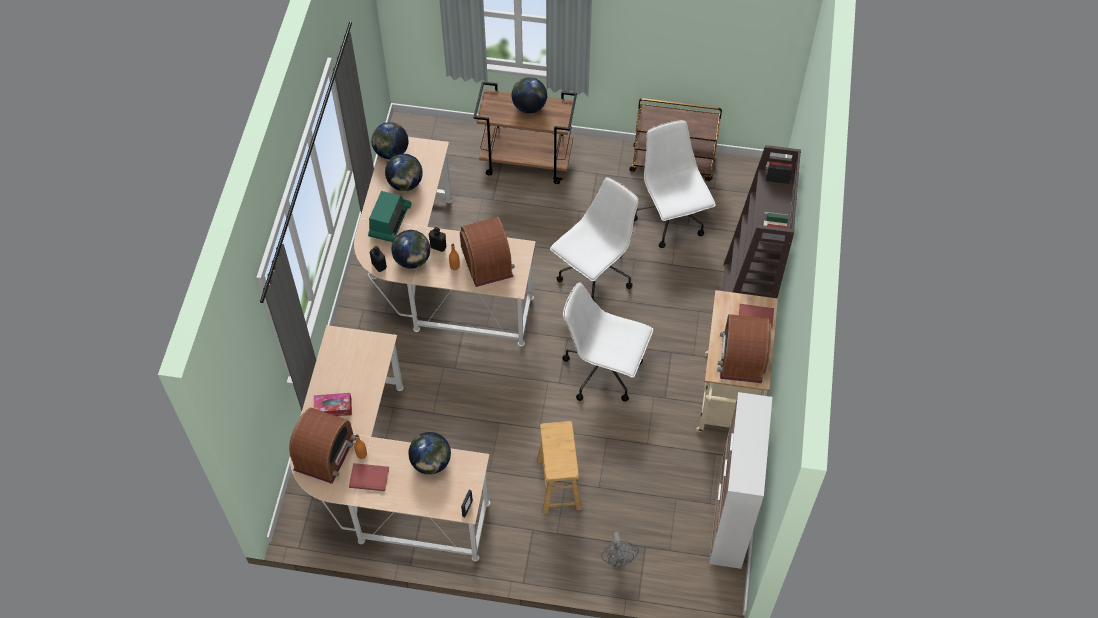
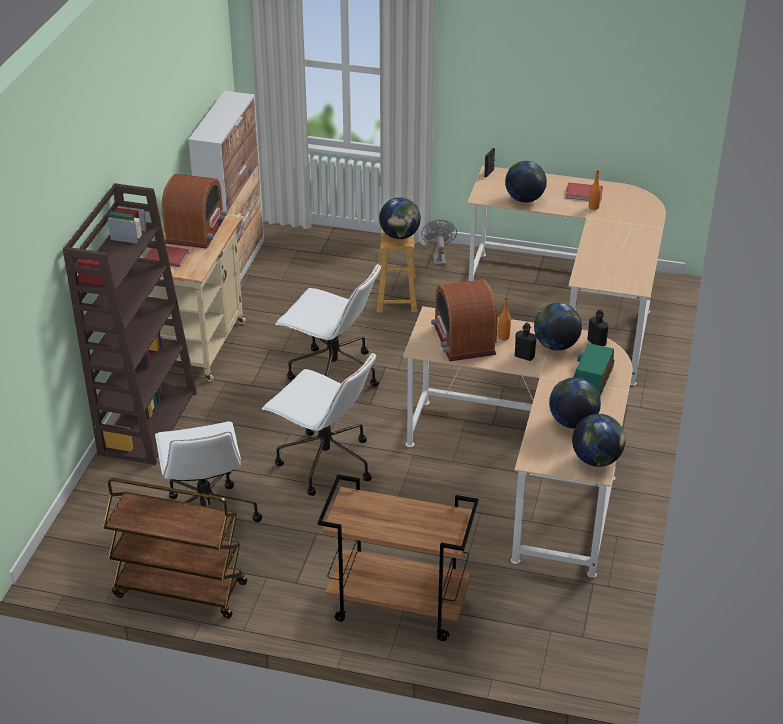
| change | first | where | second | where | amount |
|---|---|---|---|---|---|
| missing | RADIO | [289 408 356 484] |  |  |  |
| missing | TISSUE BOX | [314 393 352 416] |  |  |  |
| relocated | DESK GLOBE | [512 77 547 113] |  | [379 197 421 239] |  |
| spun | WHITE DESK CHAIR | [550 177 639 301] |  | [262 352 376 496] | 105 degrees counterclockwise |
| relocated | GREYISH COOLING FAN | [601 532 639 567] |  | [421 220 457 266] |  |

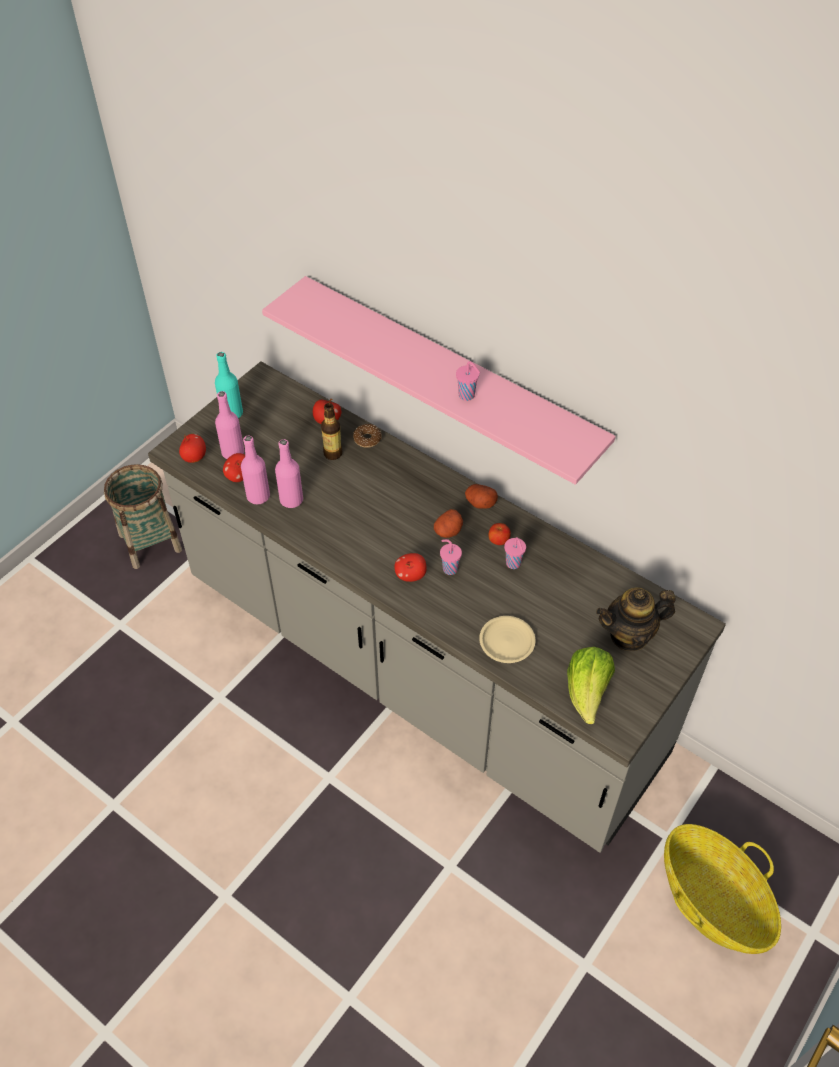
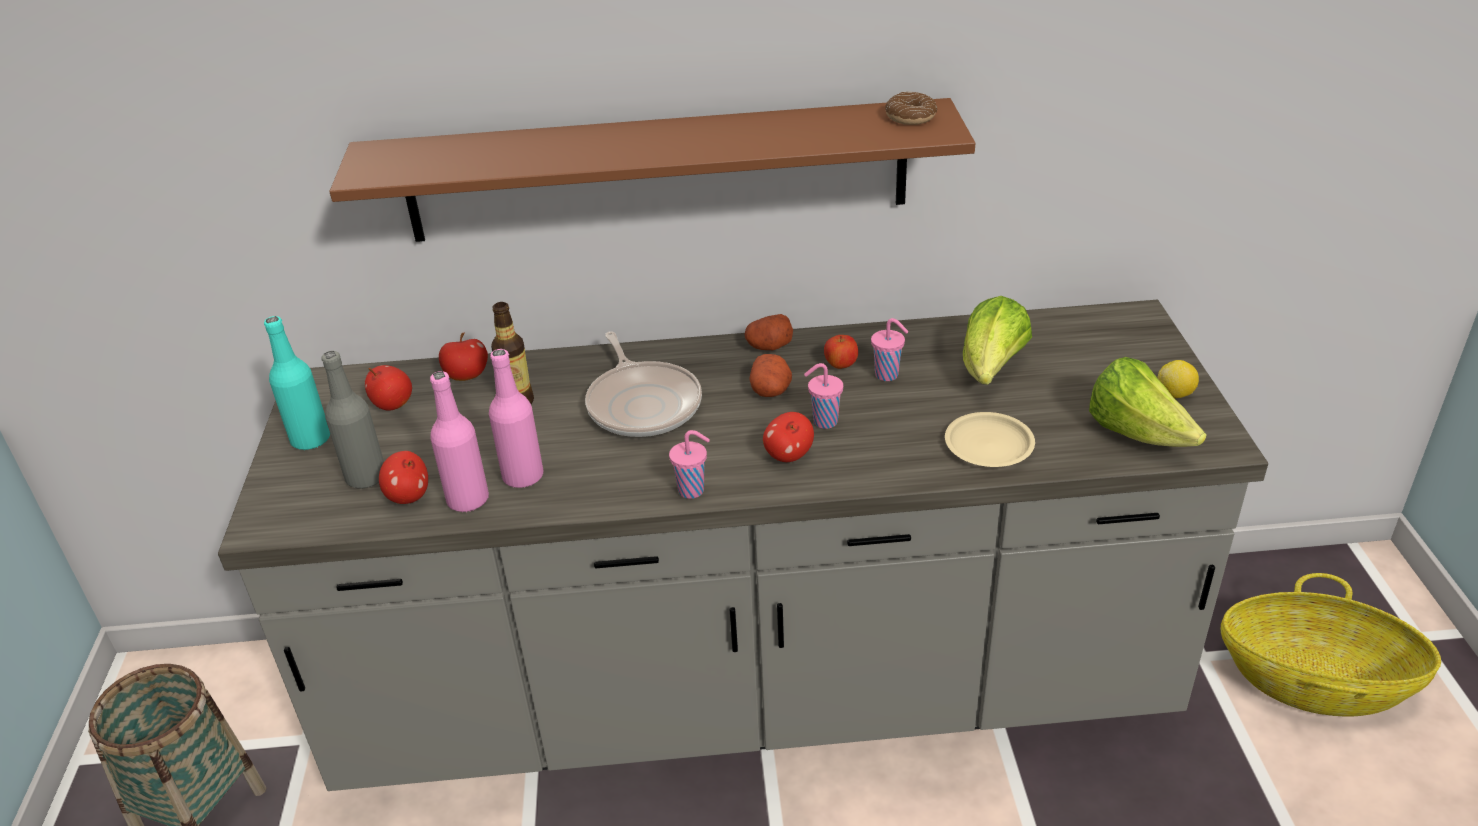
| change | first | where | second | where | amount |
|---|---|---|---|---|---|
| relocated | APPLE FRUIT | [179 434 206 463] |  | [365 365 412 410] |  |
| colour | PINK DRINK BOTTLE | [215 391 244 459] | GREYISH DRINK BOTTLE | [321 351 384 489] |  |
| colour | PINK SHELF | [262 276 616 485] | BROWN SHELF | [329 98 975 242] |  |
| relocated | RING DOUGHNUT | [353 424 381 448] |  | [885 92 937 125] |  |
| relocated | PINK SMALL CUP | [456 361 480 401] |  | [669 430 710 499] |  |
| missing | TEA POT | [596 587 675 651] |  |  |  |
| appeared |  |  | FRYING PAN | [585 331 702 437] |  |
| appeared |  |  | HEAD OF LETTUCE | [963 296 1032 385] |  |
| appeared |  |  | LEMON | [1158 360 1199 398] |  |

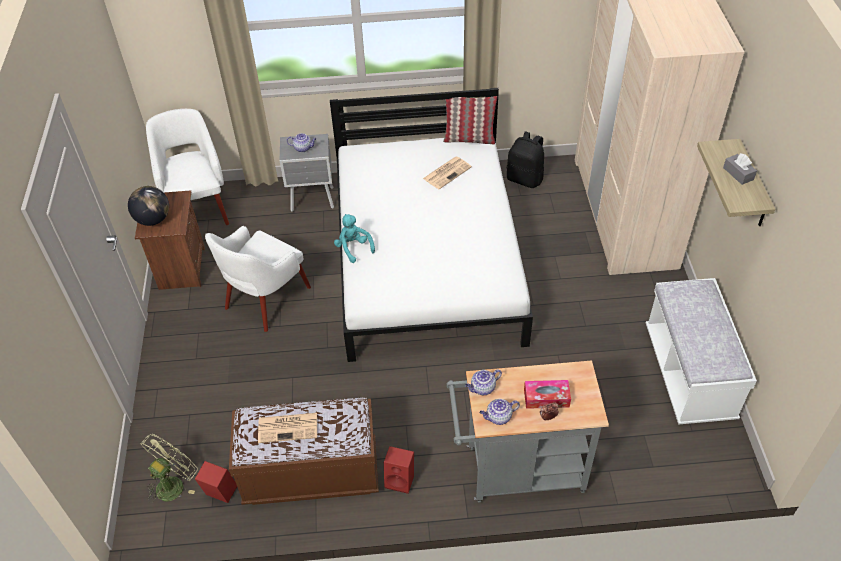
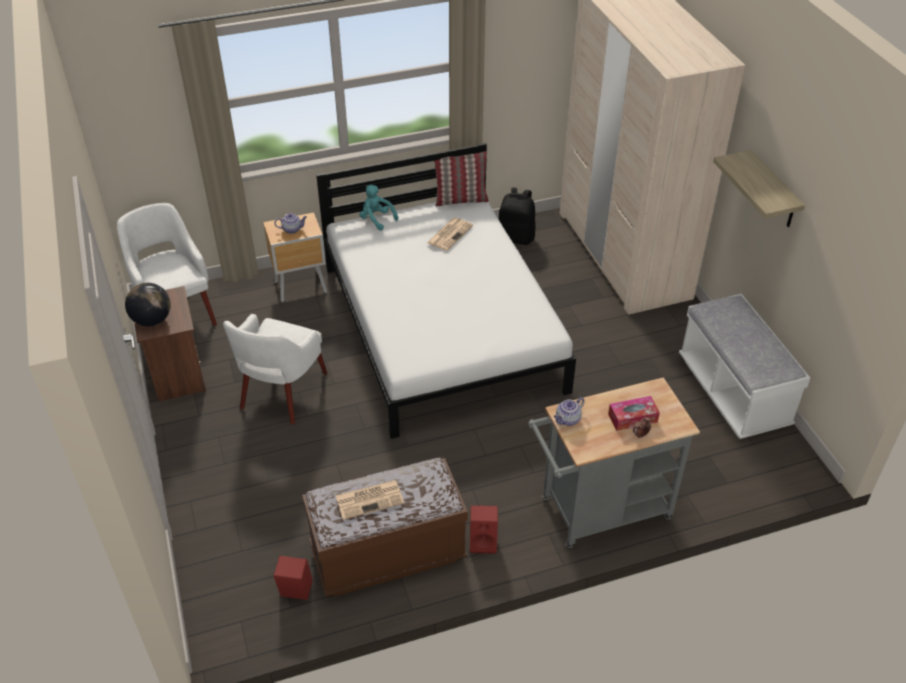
| change | first | where | second | where | amount |
|---|---|---|---|---|---|
| missing | GREEN-COLOURED COOLING FAN | [140 434 198 503] |  |  |  |
| colour | GREYISH NIGHT TABLE | [280 134 334 212] | BROWN NIGHT TABLE | [263 212 327 302] |  |
| relocated | BLUE-GREEN PLUSH TOY | [334 214 375 263] |  | [360 185 398 231] |  |
| missing | TEA POT | [480 399 520 425] |  |  |  |
| missing | GREYISH TISSUE BOX | [723 153 757 185] |  |  |  |

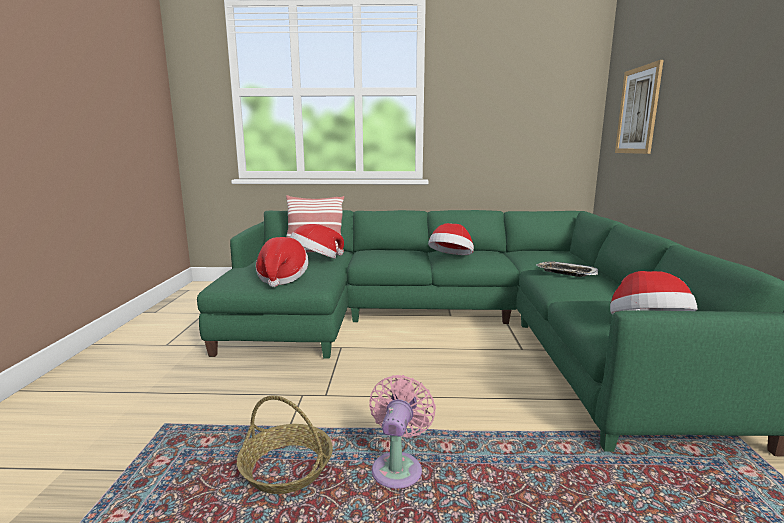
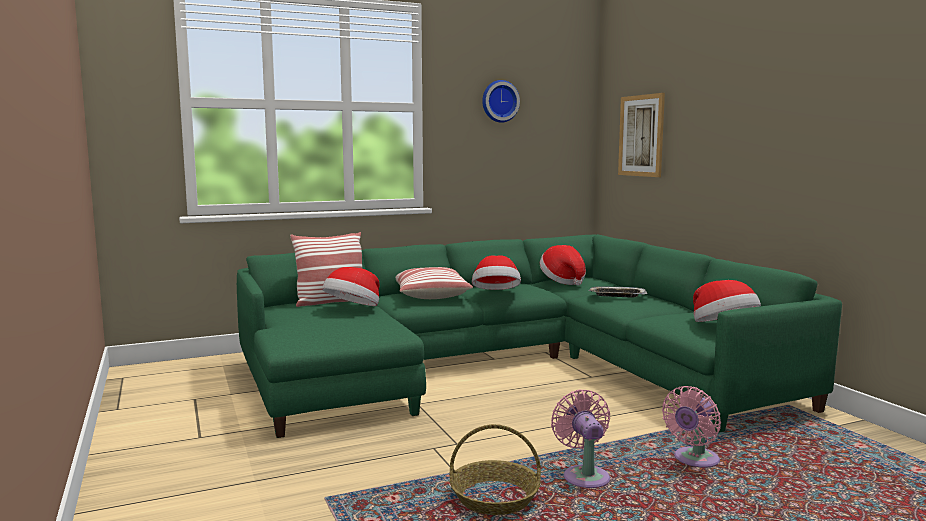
| change | first | where | second | where | amount |
|---|---|---|---|---|---|
| relocated | HAT | [256 237 309 287] |  | [540 245 586 286] |  |
| appeared |  |  | THROW PILLOW | [396 267 473 299] |  |
| appeared |  |  | CLOCK ON THE WALL | [482 80 520 123] |  |
| appeared |  |  | PINK COOLING FAN | [662 386 721 467] |  |

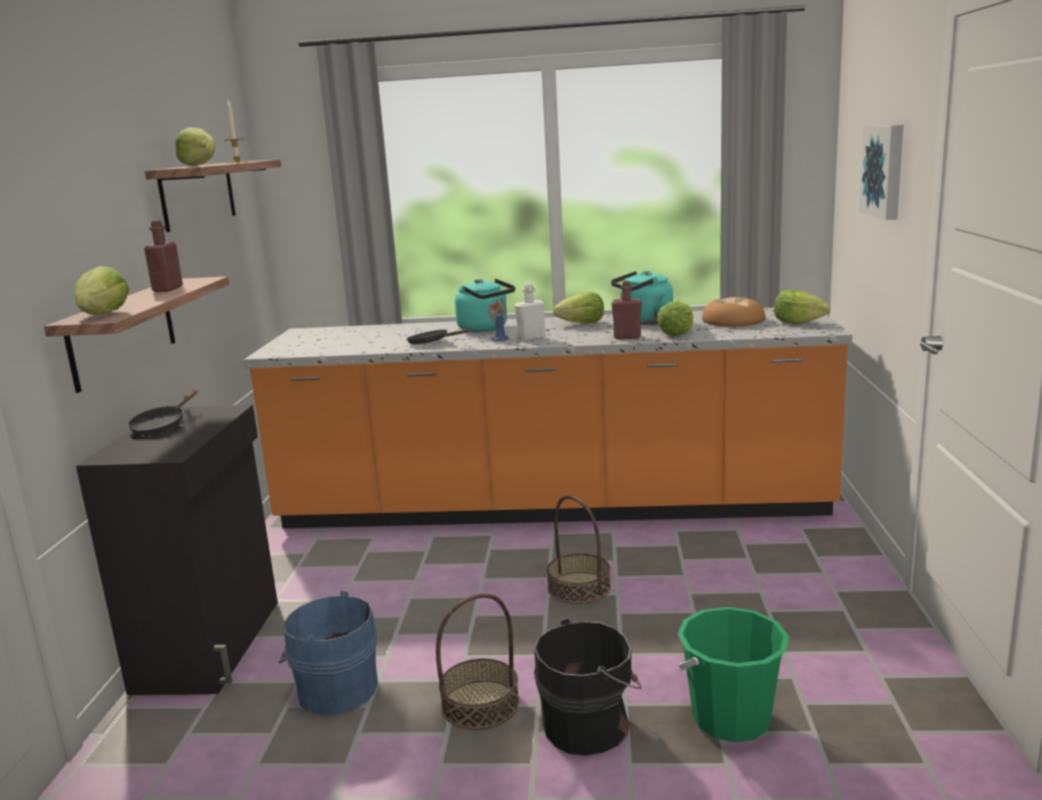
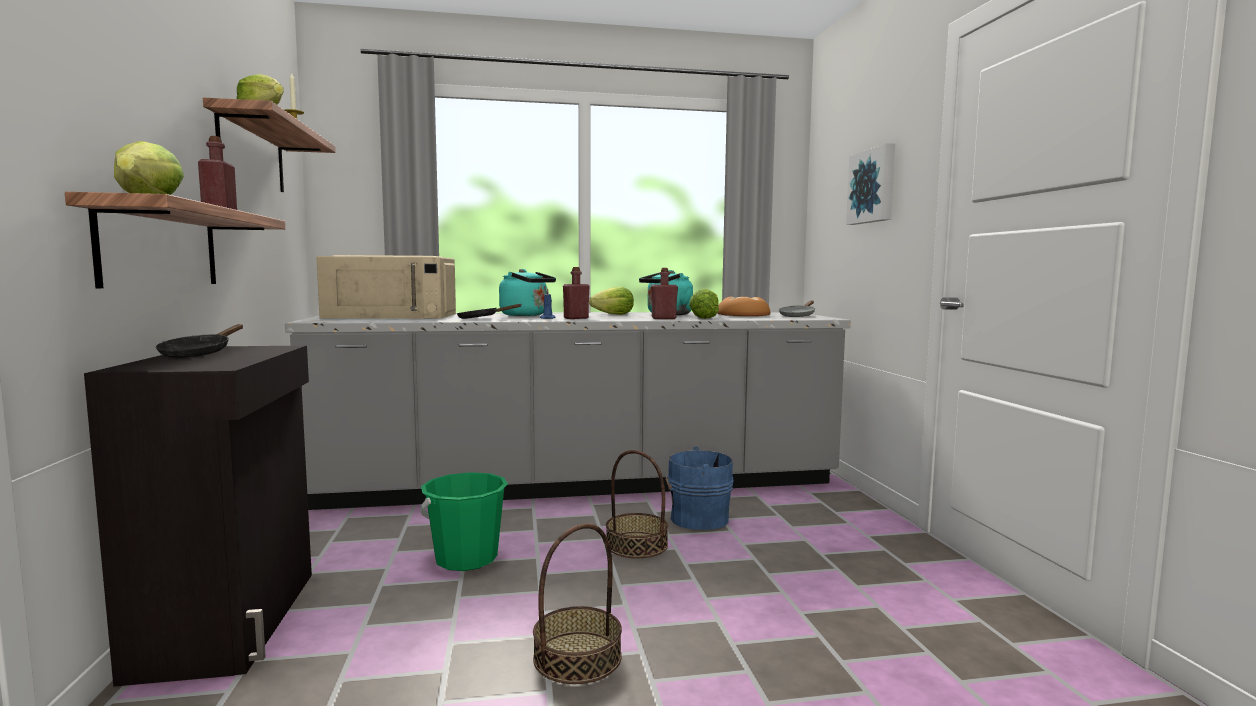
| change | first | where | second | where | amount |
|---|---|---|---|---|---|
| colour | ORANGEY KITCHEN COUNTER | [244 307 853 528] | GREYISH KITCHEN COUNTER | [285 312 851 510] |  |
| relocated | BLUE BUCKET | [279 591 378 714] |  | [665 447 734 530] |  |
| colour | WHITE DRINK BOTTLE | [515 283 545 341] | RED DRINK BOTTLE | [563 267 589 319] |  |
| missing | BLACK BUCKET | [534 619 642 756] |  |  |  |
| relocated | GREEN-COLOURED BUCKET | [678 607 789 742] |  | [420 472 508 571] |  |
| exchanged | HEAD OF LETTUCE | [774 290 831 324] | GREYISH FRYING PAN | [779 301 815 317] |  |
| appeared |  |  | BEIGE MICROWAVE OVEN | [316 255 456 319] |  |

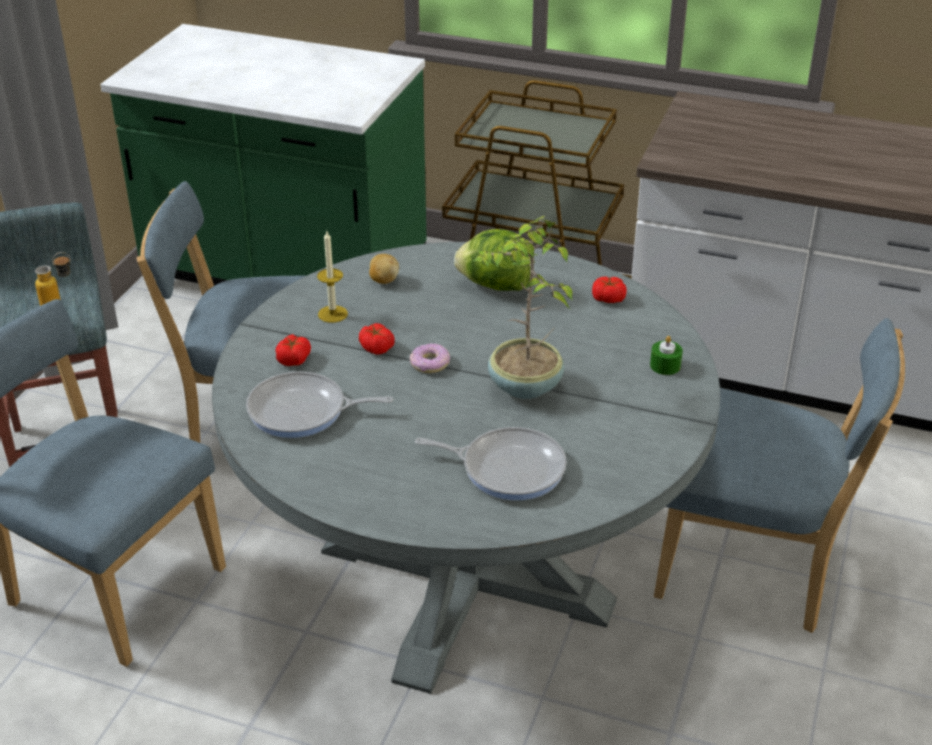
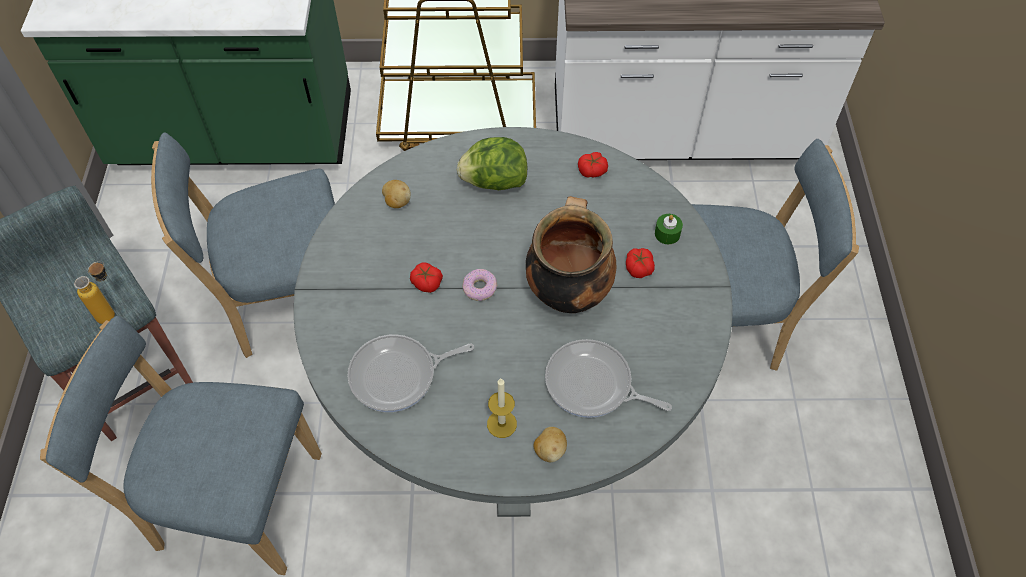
| change | first | where | second | where | amount |
|---|---|---|---|---|---|
| relocated | TOMATO | [276 334 311 366] |  | [626 248 655 278] |  |
| relocated | CANDLE | [317 231 348 323] |  | [487 379 517 438] |  |
| spun | FRYING PAN | [415 427 567 500] |  | [545 339 672 418] | 150 degrees counterclockwise |
| exchanged | PLANT IN A POT | [473 216 572 399] | STOCKPOT | [526 196 616 313] |  |
| appeared |  |  | SPUD | [534 427 567 462] |  |

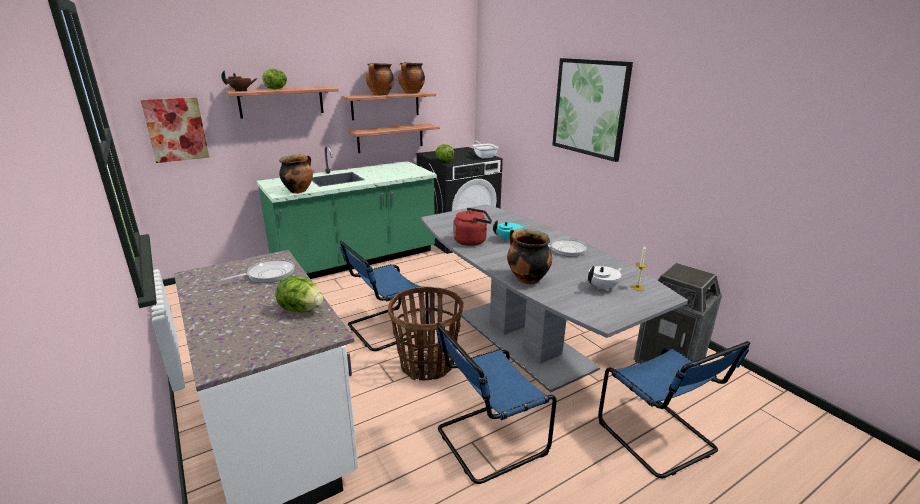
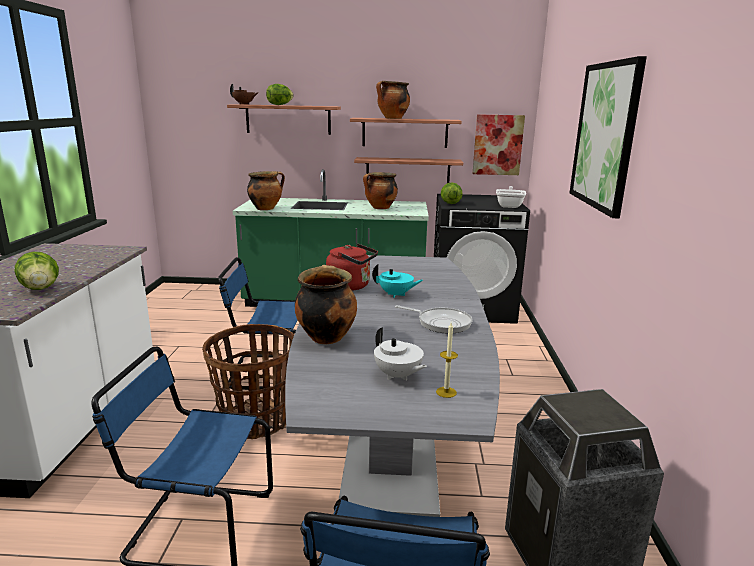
| change | first | where | second | where | amount |
|---|---|---|---|---|---|
| relocated | WALL ART | [141 97 209 163] |  | [473 114 525 175] |  |
| missing | FRYING PAN | [221 259 295 283] |  |  |  |
| relocated | STOCKPOT | [398 62 425 94] |  | [363 172 398 209] |  |
| spun | WHITE TEA POT | [588 266 623 291] |  | [374 327 427 381] | 45 degrees clockwise |

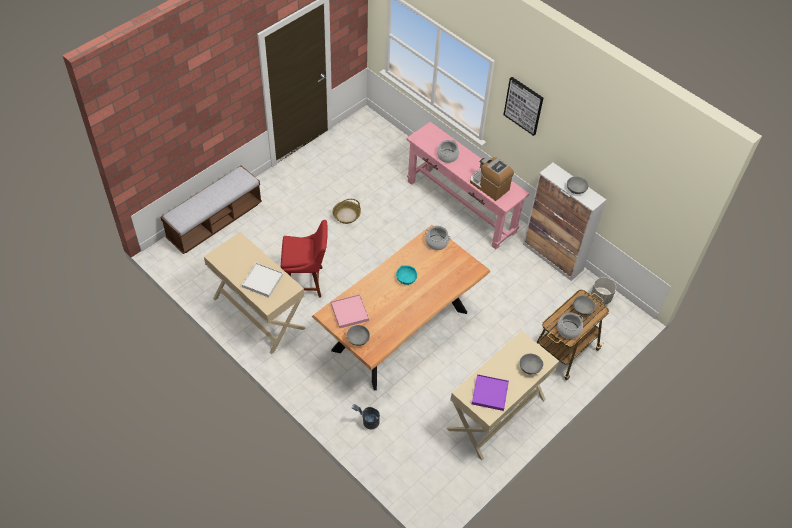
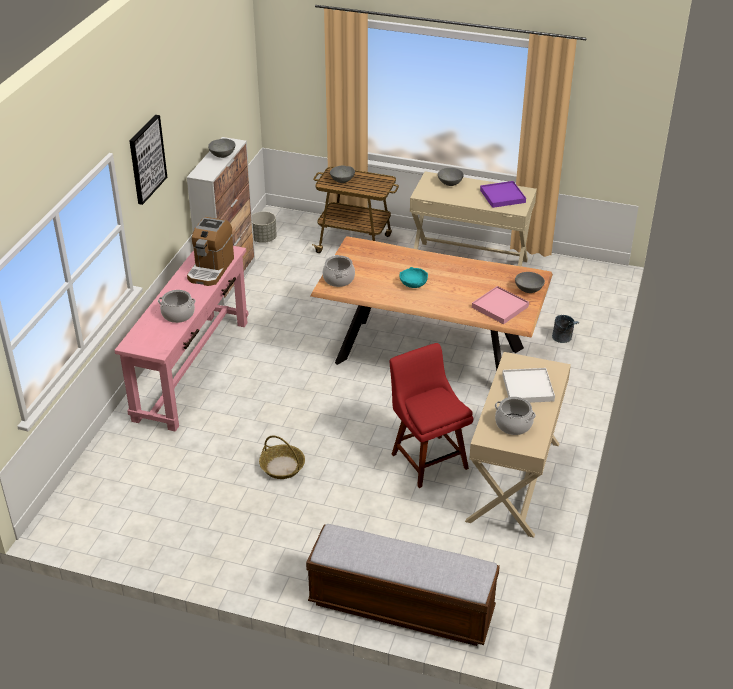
| change | first | where | second | where | amount |
|---|---|---|---|---|---|
| relocated | STOCKPOT | [557 313 583 339] |  | [495 397 536 435] |  |

